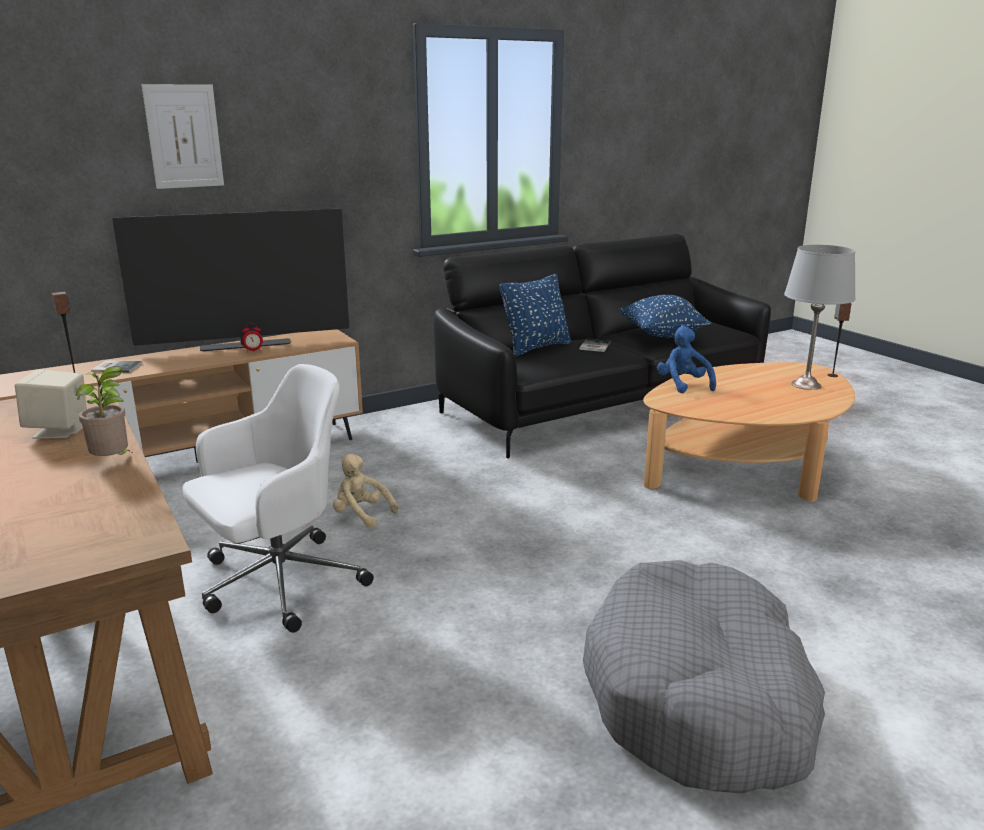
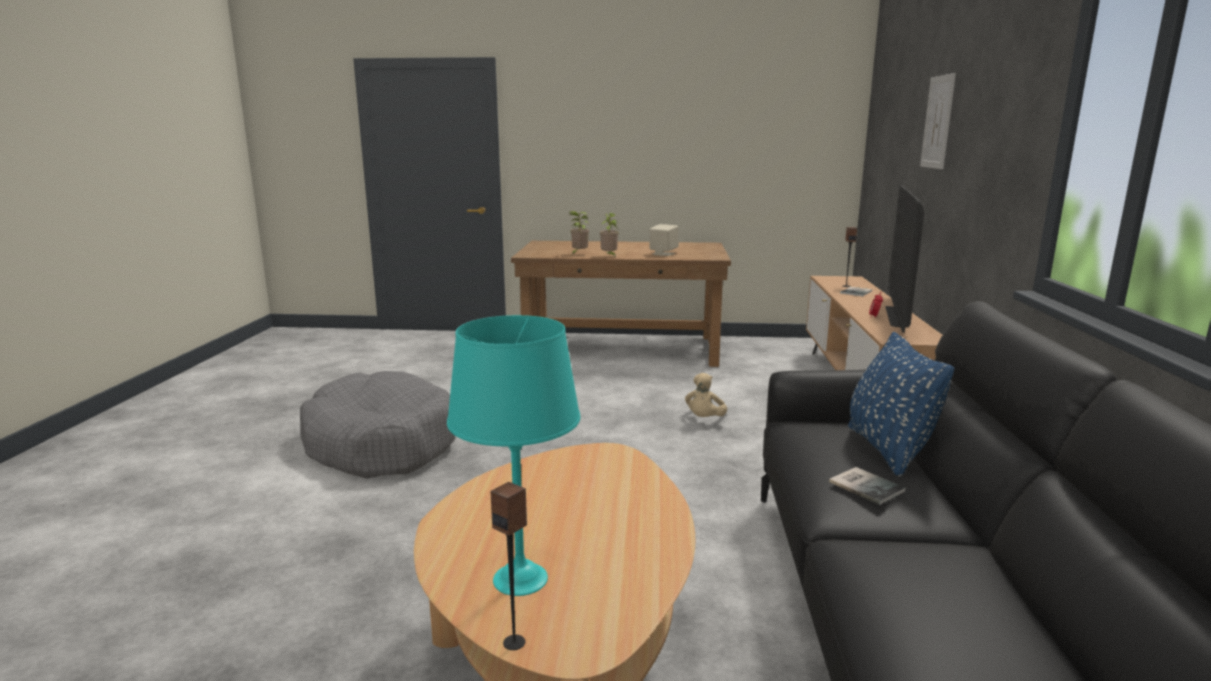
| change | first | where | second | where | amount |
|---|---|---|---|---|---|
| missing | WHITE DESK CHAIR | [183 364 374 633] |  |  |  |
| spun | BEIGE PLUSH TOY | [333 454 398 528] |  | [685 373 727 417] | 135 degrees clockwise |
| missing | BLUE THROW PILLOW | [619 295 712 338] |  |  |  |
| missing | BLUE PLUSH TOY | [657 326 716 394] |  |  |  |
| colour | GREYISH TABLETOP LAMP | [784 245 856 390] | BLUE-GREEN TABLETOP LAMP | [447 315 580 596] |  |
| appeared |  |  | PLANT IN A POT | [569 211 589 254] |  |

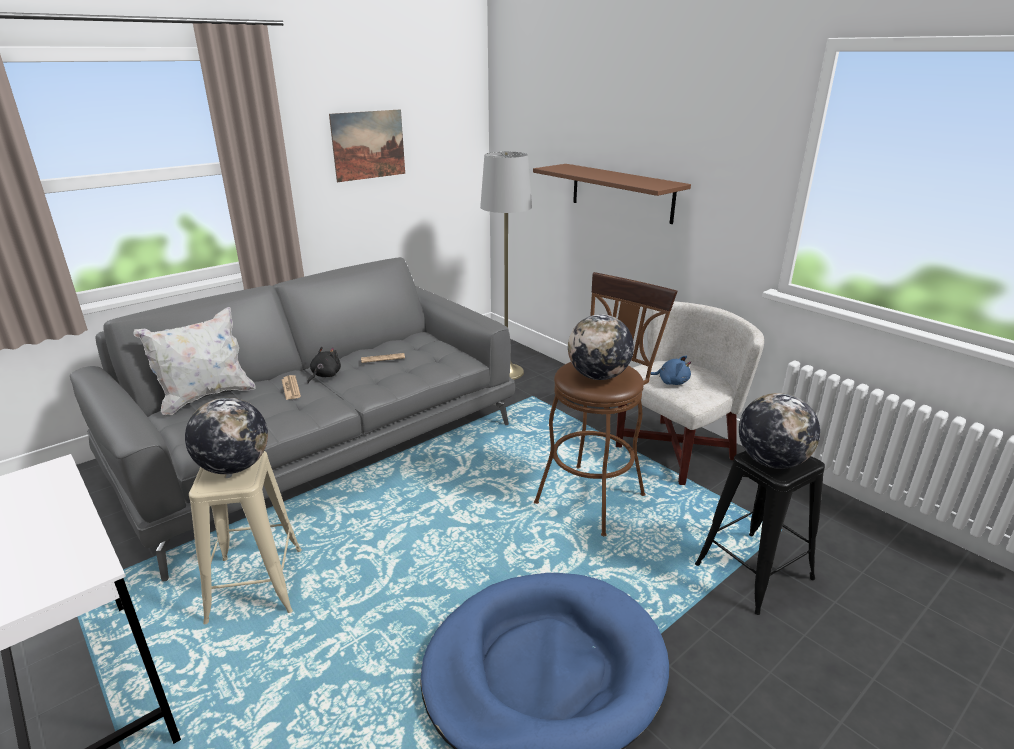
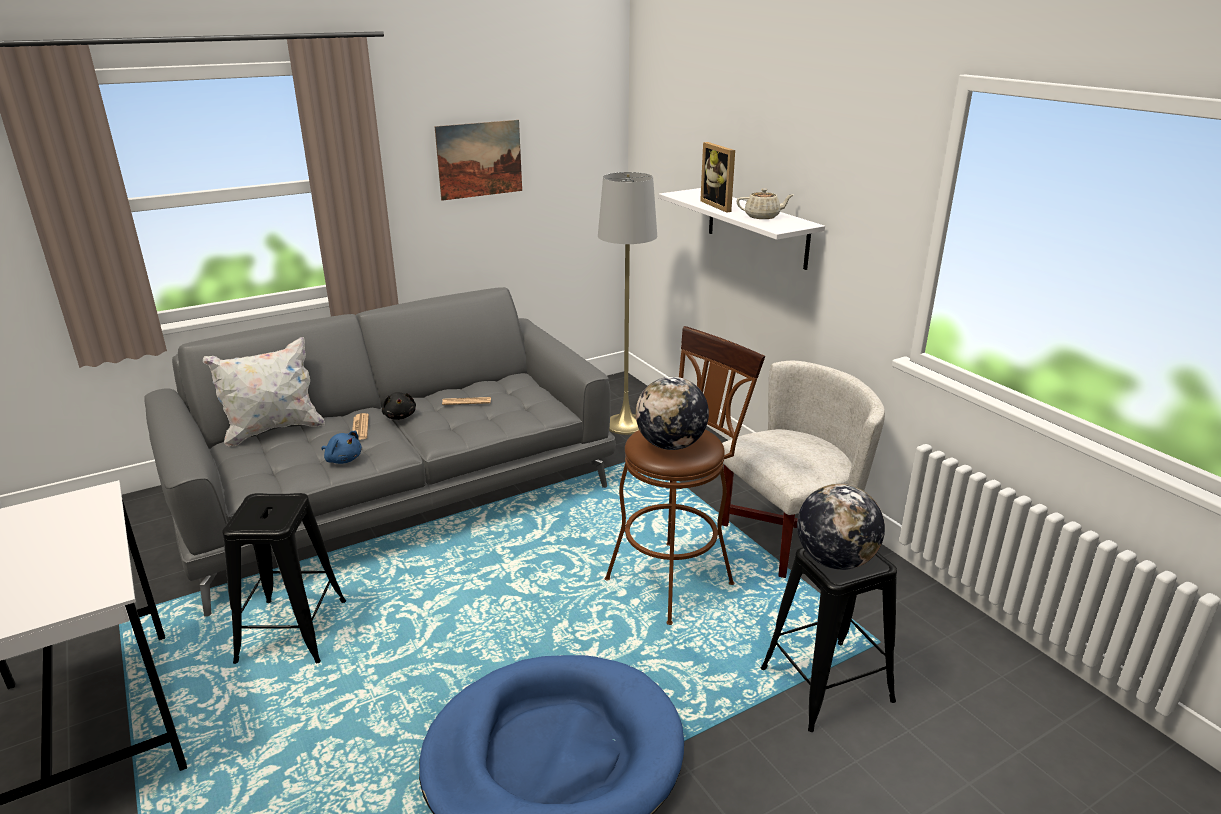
| change | first | where | second | where | amount |
|---|---|---|---|---|---|
| missing | DESK GLOBE | [185 398 268 474] |  |  |  |
| colour | BEIGE STOOL | [189 451 302 624] | BLACK STOOL | [222 493 346 664] |  |
| spun | BLACK PLUSH TOY | [307 347 341 383] |  | [382 392 416 420] | 120 degrees clockwise |
| colour | BROWN SHELF | [533 164 691 224] | WHITE SHELF | [658 188 825 270] |  |
| relocated | BLUE PLUSH TOY | [646 356 691 385] |  | [321 431 362 464] |  |
| appeared |  |  | PHOTO FRAME | [700 142 735 213] |  |
| appeared |  |  | BEIGE TEA POT | [736 188 793 219] |  |

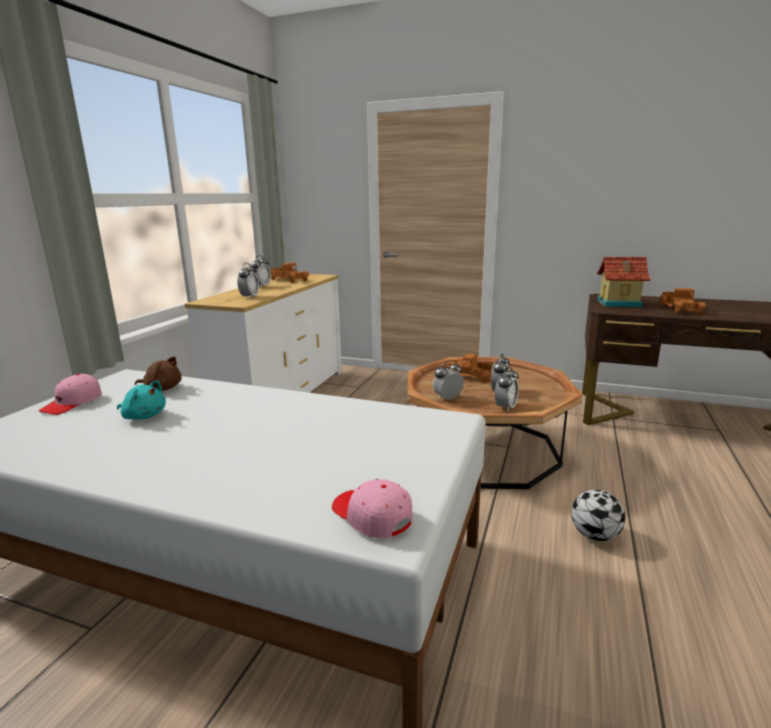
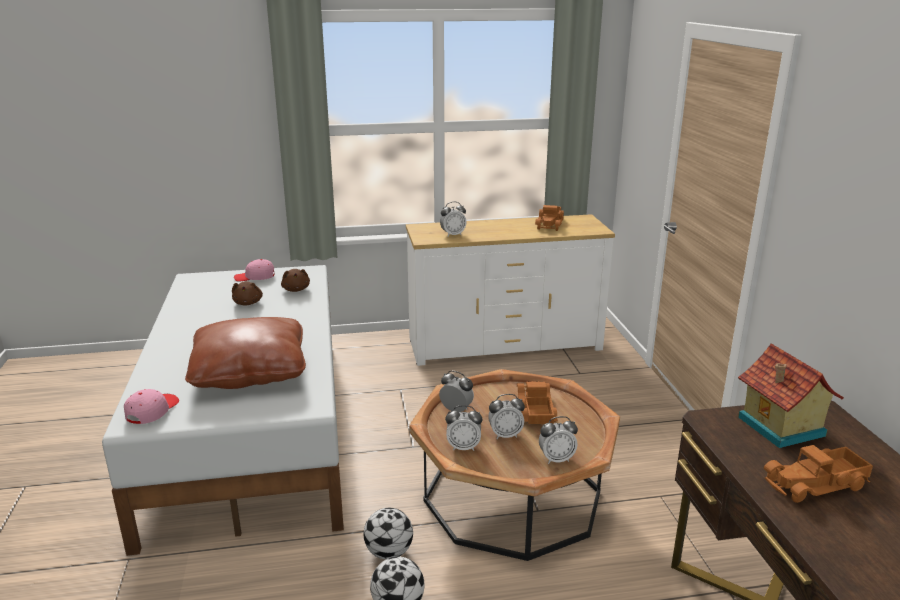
| change | first | where | second | where | amount |
|---|---|---|---|---|---|
| colour | BLUE-GREEN PLUSH TOY | [117 380 166 419] | BROWN PLUSH TOY | [232 281 263 306] |  |
| relocated | BEDSIDE CLOCK | [251 255 271 287] |  | [539 416 578 464] |  |
| appeared |  |  | BROWN THROW PILLOW | [185 317 306 389] |  |
| appeared |  |  | FOOTBALL BALL | [364 508 413 560] |  |

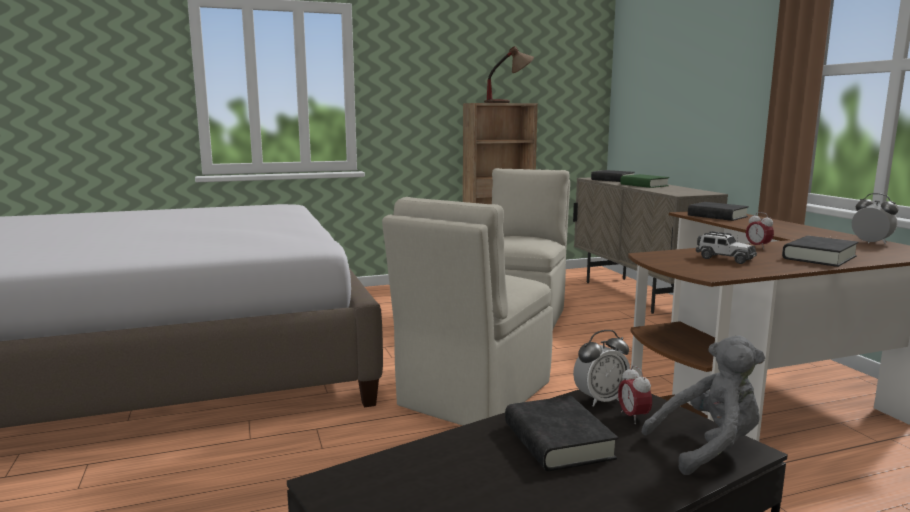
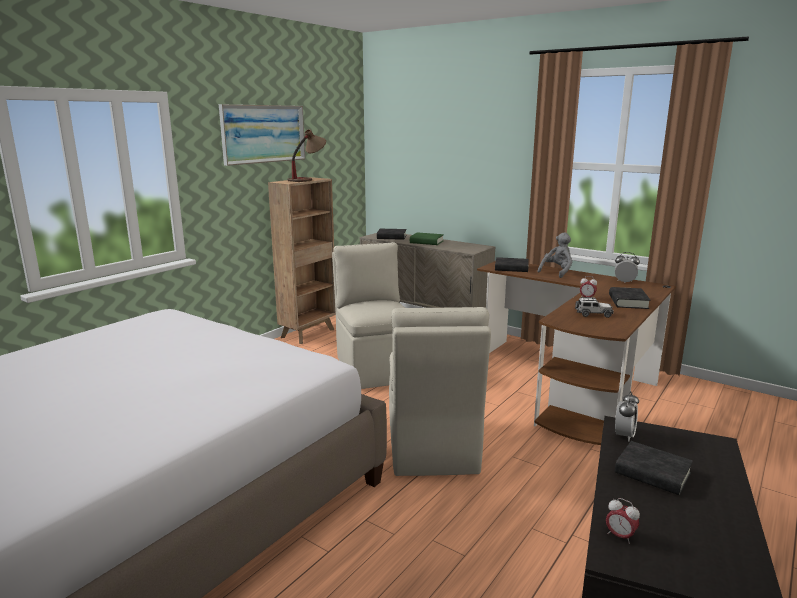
| change | first | where | second | where | amount |
|---|---|---|---|---|---|
| relocated | BEDSIDE CLOCK | [618 365 652 424] |  | [606 498 640 544] |  |
| relocated | GREYISH PLUSH TOY | [642 335 765 475] |  | [538 232 572 278] |  |
| appeared |  |  | WALL ART | [219 104 305 166] |  |

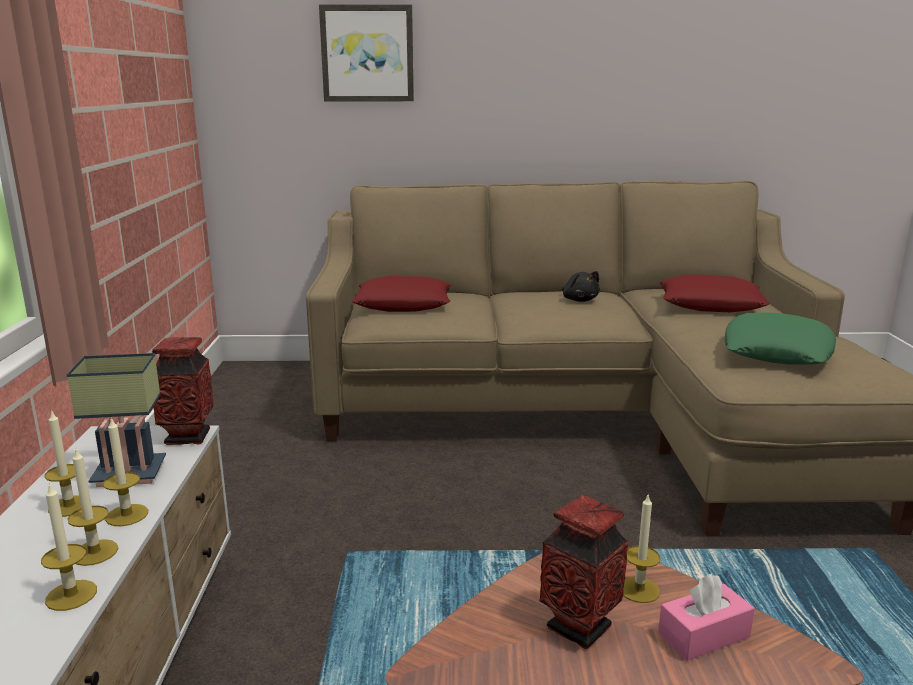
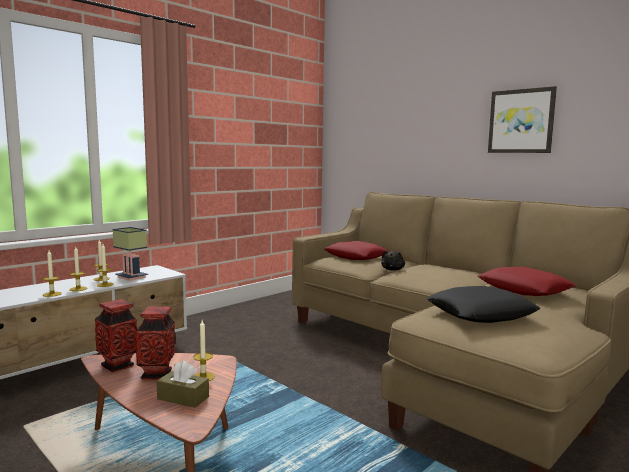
| change | first | where | second | where | amount |
|---|---|---|---|---|---|
| relocated | DECORATIVE VASE | [152 337 213 445] |  | [95 299 137 373] |  |
| relocated | WALL ART | [319 4 414 101] |  | [488 86 557 153] |  |
| relocated | BLACK PLUSH TOY | [562 271 600 302] |  | [381 250 405 271] |  |
| colour | PINK TISSUE BOX | [658 574 755 661] | BROWN TISSUE BOX | [157 361 209 408] |  |
| colour | GREEN-COLOURED THROW PILLOW | [725 313 836 365] | BLACK THROW PILLOW | [426 286 540 323] |  |

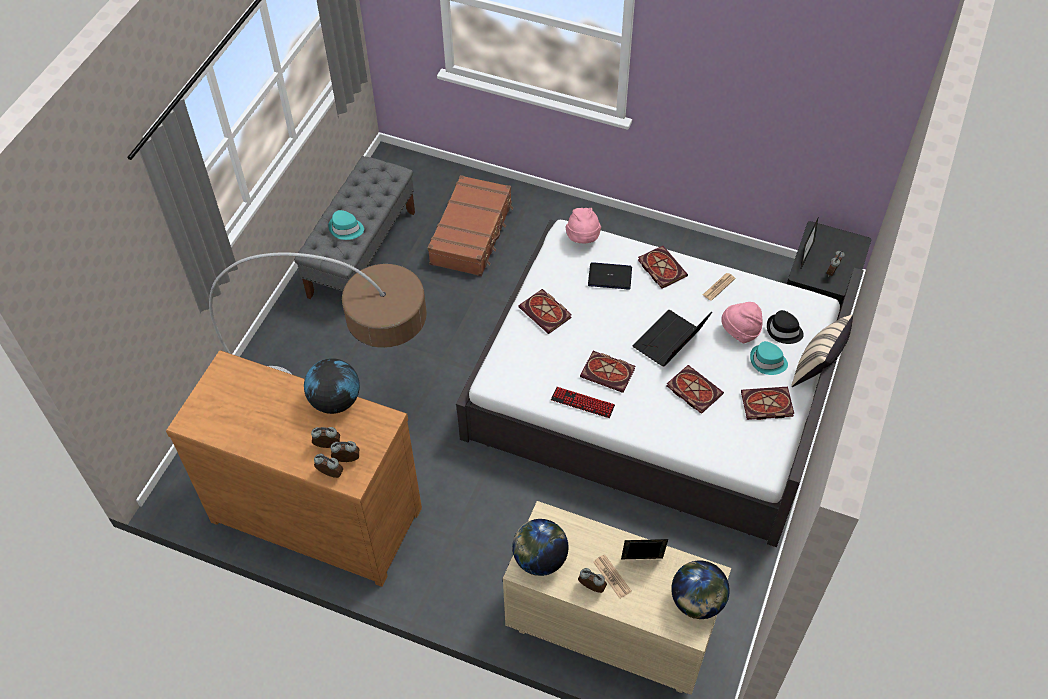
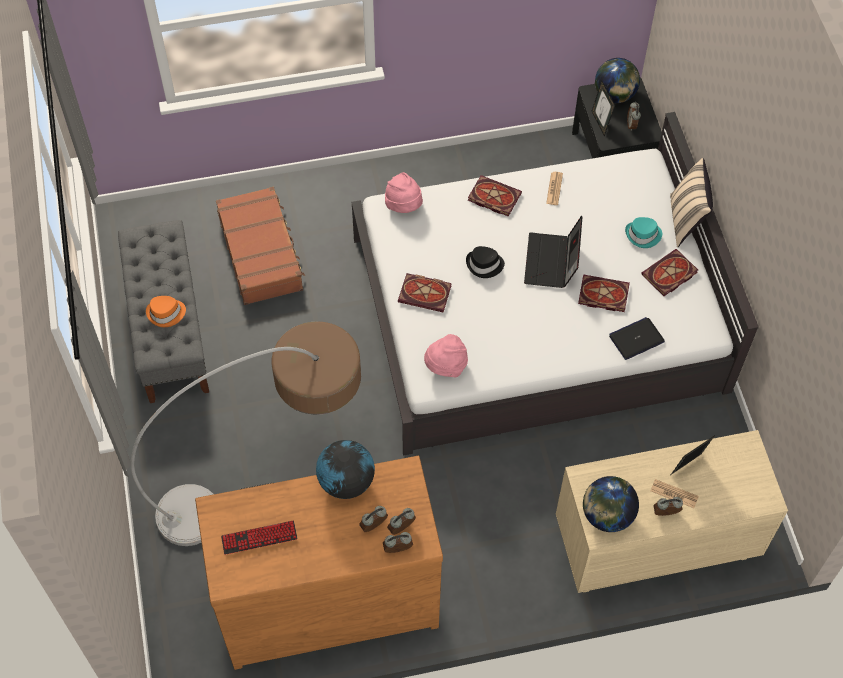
| change | first | where | second | where | amount |
|---|---|---|---|---|---|
| colour | BLUE-GREEN HAT | [328 210 364 240] | ORANGEY HAT | [146 296 186 327] |  |
| relocated | COMPUTER KEYBOARD | [551 387 615 418] |  | [221 521 298 555] |  |
| missing | BOUND BOOK | [580 351 635 393] |  |  |  |
| relocated | NOTEBOOK COMPUTER | [588 262 632 289] |  | [609 317 665 360] |  |
| relocated | DESK GLOBE | [671 560 730 619] |  | [595 58 640 103] |  |
| relocated | PINK HAT | [721 302 763 343] |  | [424 334 468 377] |  |
| relocated | BLACK HAT | [767 310 804 344] |  | [466 246 505 278] |  |

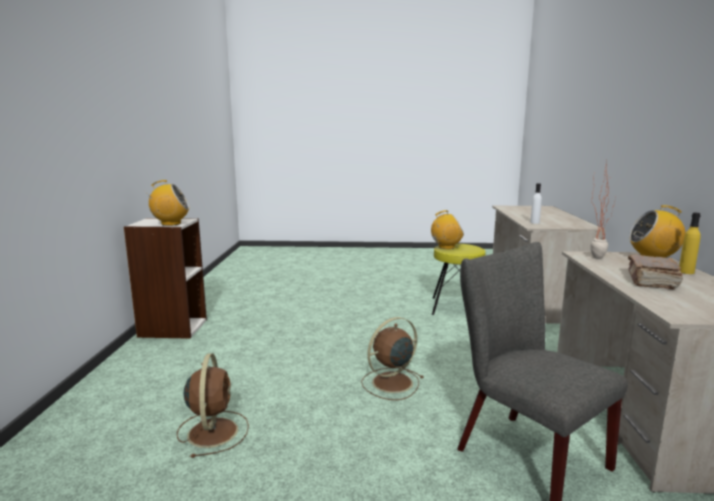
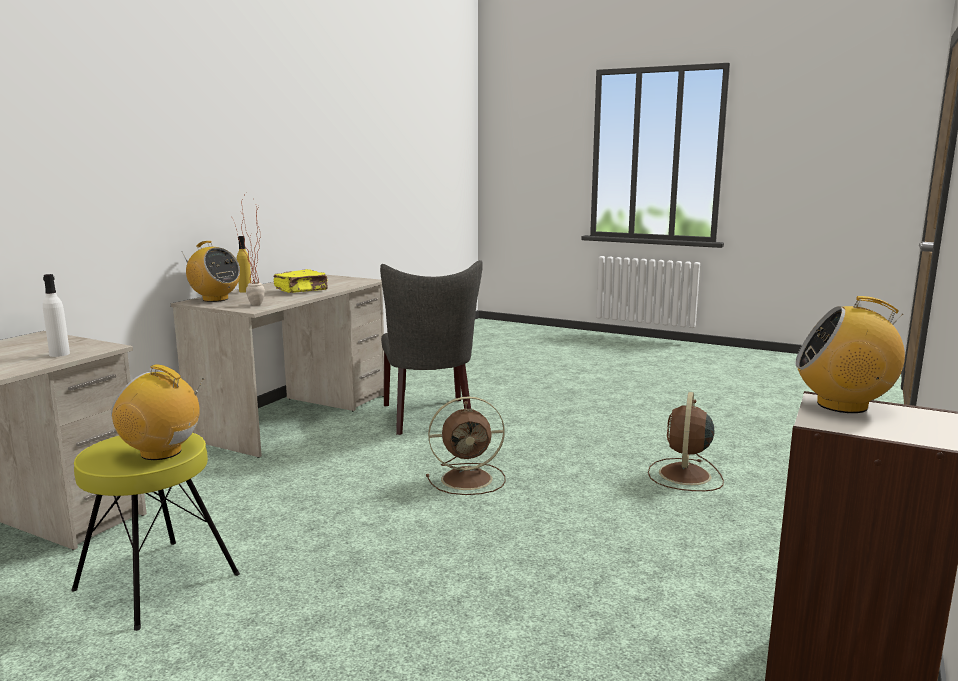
| change | first | where | second | where | amount |
|---|---|---|---|---|---|
| colour | BROWN BOUND BOOK | [628 254 683 290] | YELLOW BOUND BOOK | [273 269 328 293] |  |

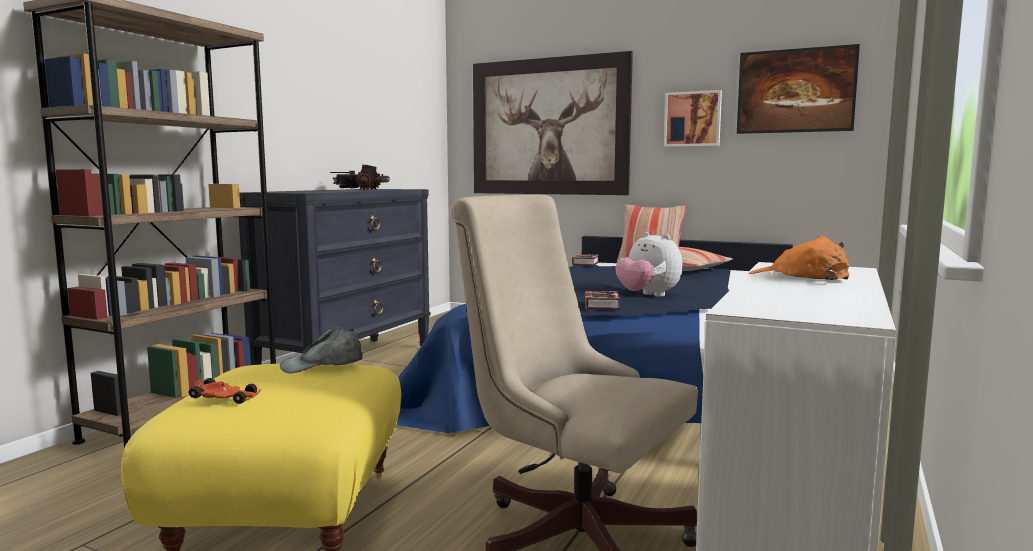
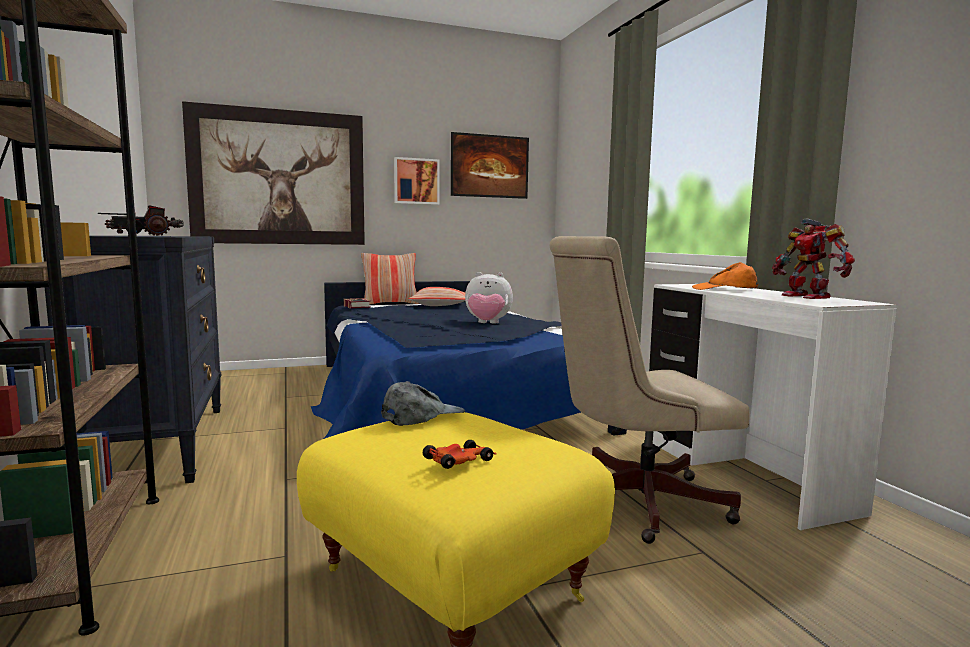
| change | first | where | second | where | amount |
|---|---|---|---|---|---|
| spun | GREYISH PEAKED CAP | [280 327 363 374] |  | [381 381 465 426] | 150 degrees counterclockwise |
| missing | BOUND BOOK | [585 291 620 310] |  |  |  |
| appeared |  |  | TOY ROBOT | [772 218 855 299] |  |

